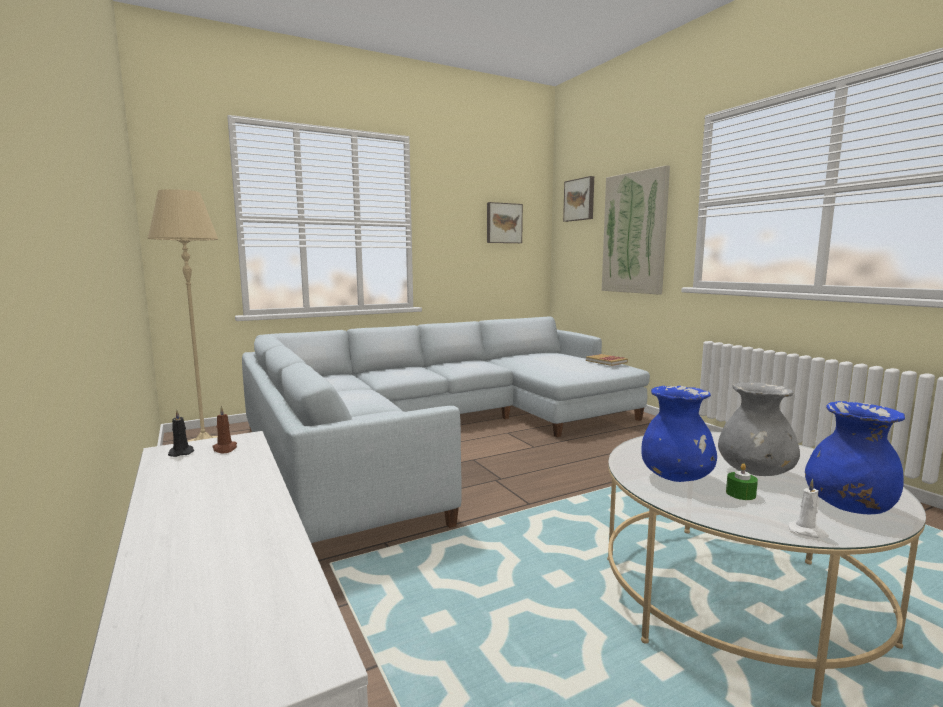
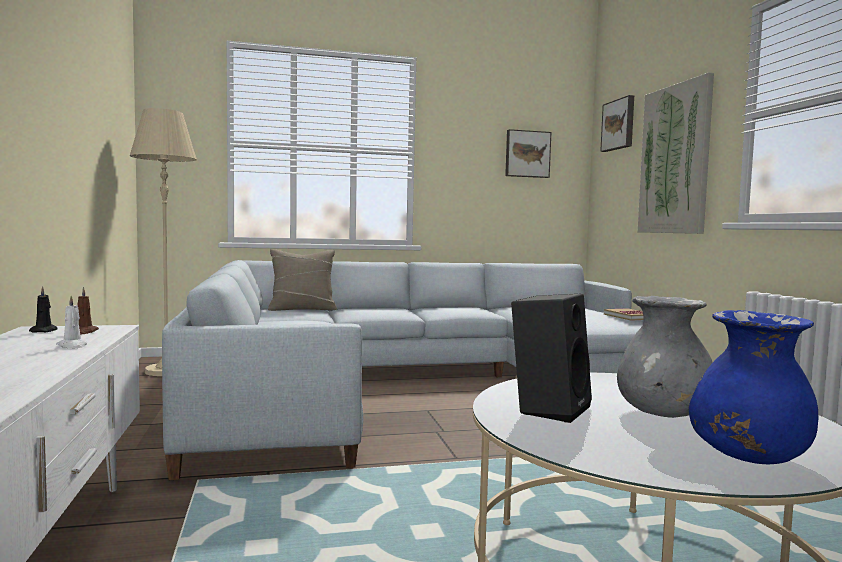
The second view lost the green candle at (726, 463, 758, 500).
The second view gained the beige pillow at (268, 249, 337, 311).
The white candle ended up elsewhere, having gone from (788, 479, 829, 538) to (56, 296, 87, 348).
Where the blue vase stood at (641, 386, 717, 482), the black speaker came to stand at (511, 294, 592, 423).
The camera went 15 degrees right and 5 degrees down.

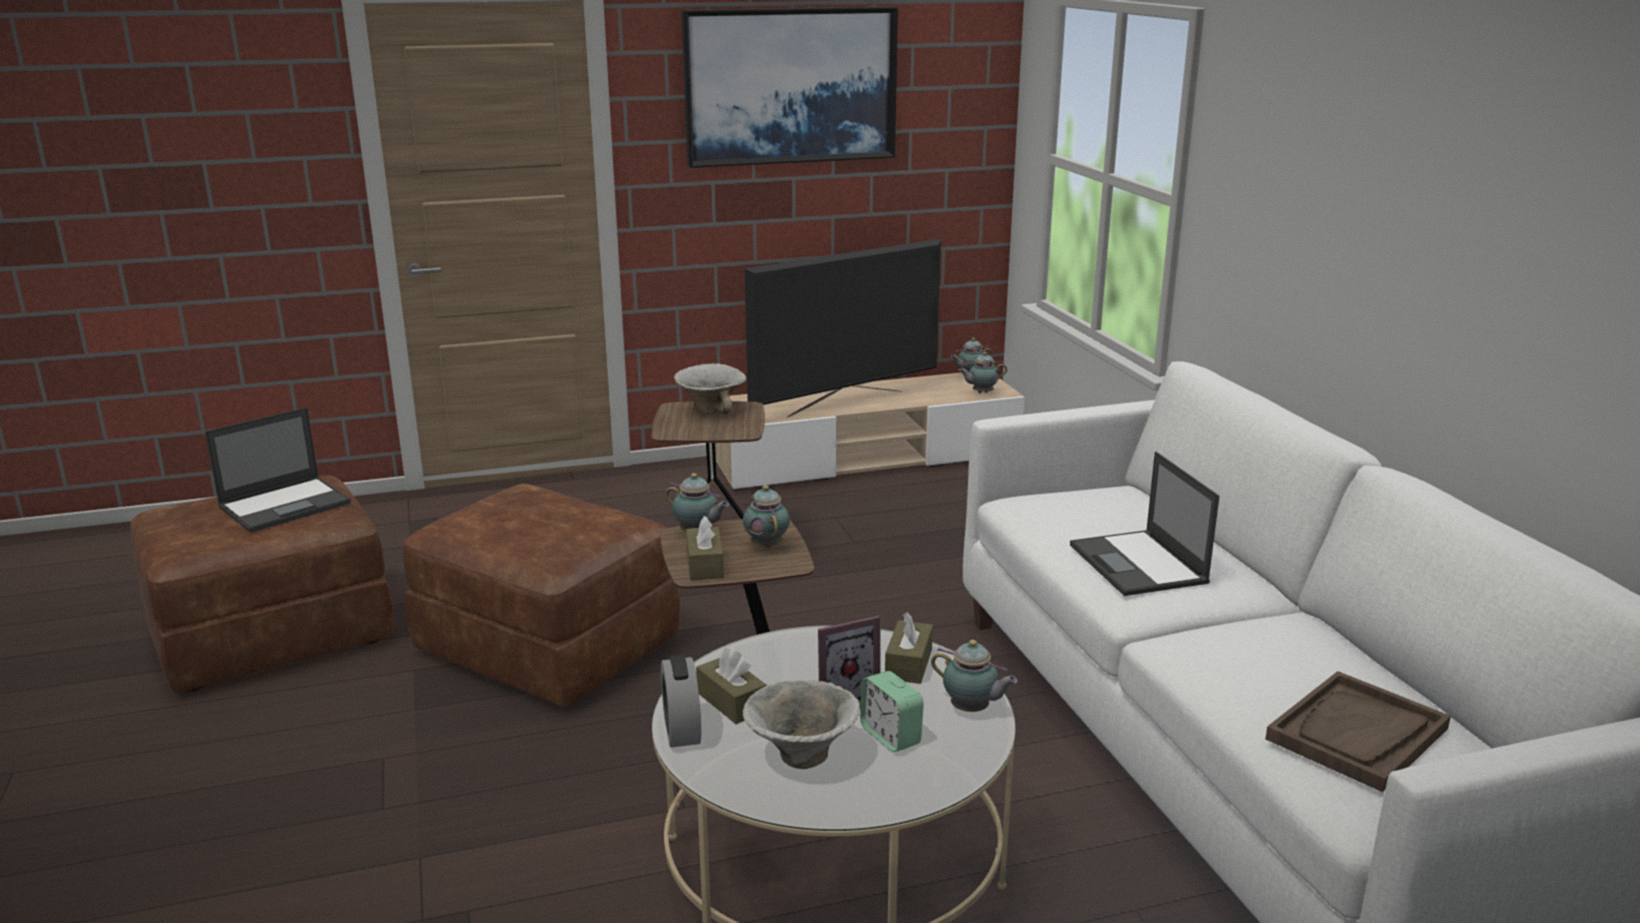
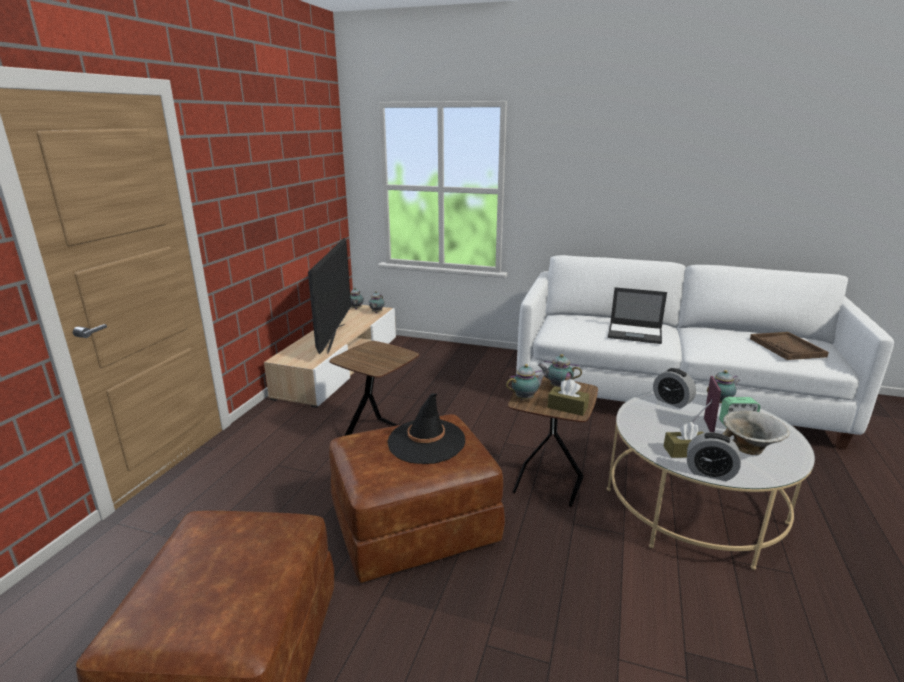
The second view lost the laptop at (205, 407, 351, 533).
The second view lost the bowl at (674, 363, 746, 415).
The second view lost the picture at (681, 6, 898, 168).
The second view gained the black hat at (388, 393, 465, 464).
Where the brown tissue box stood at (885, 612, 933, 684), the alarm clock came to stand at (653, 368, 696, 408).
The camera went 55 degrees left and 0 degrees up.

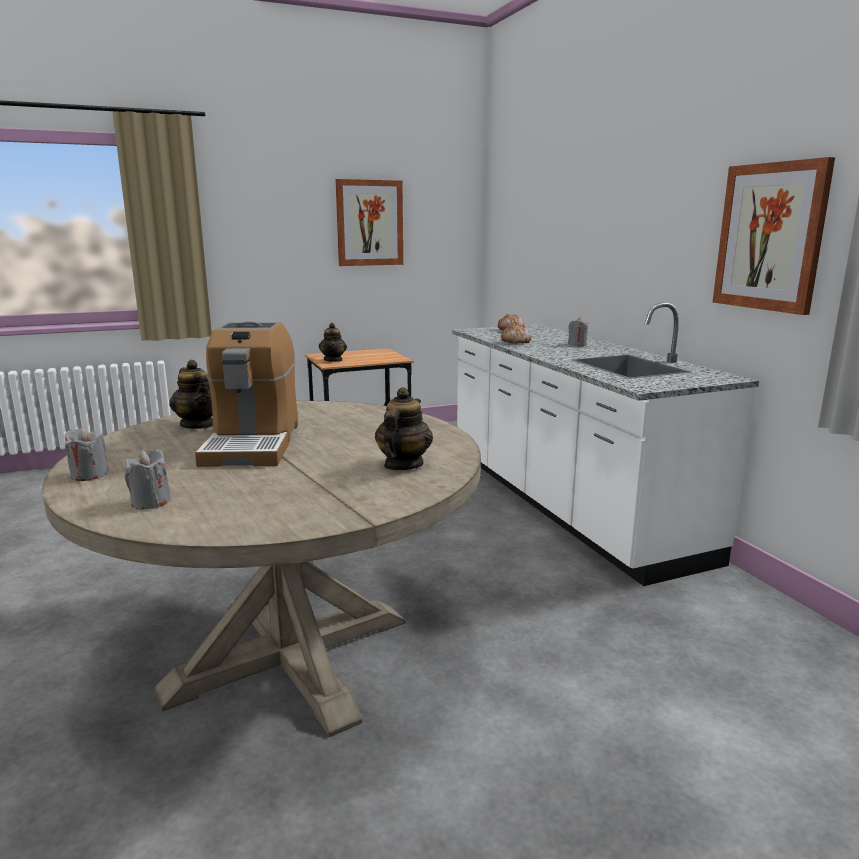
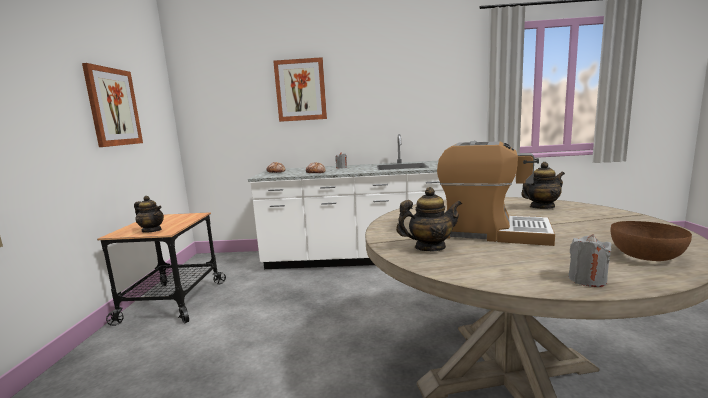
The picture ended up elsewhere, having gone from (713, 157, 835, 315) to (273, 57, 327, 122).
Where the grey candle stood at (124, 449, 171, 509), the brown bowl came to stand at (611, 221, 692, 261).
The teapot at (375, 387, 433, 470) ended up facing another way, 120 degrees clockwise from before.
The camera went 65 degrees left and 5 degrees down.

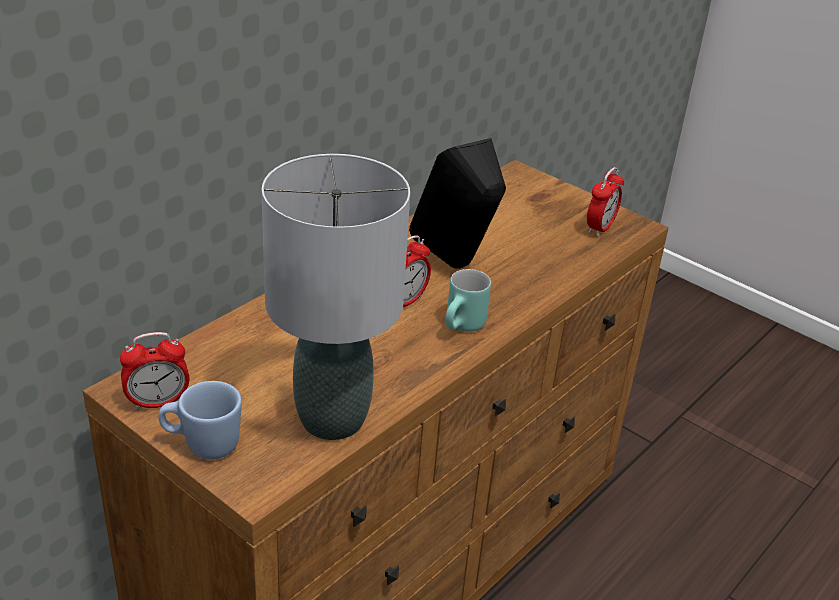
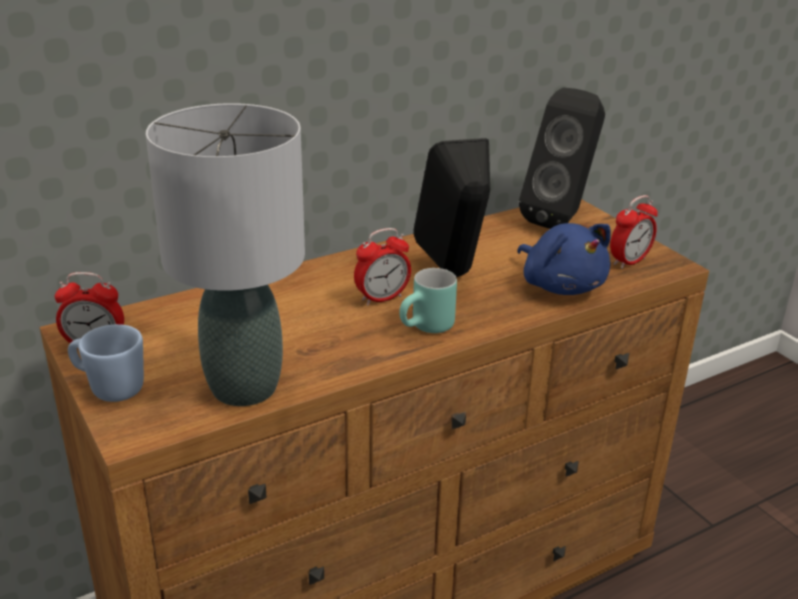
The second view gained the blue plush toy at (517, 223, 611, 295).
The second view gained the black speaker at (519, 88, 605, 229).
The camera went 20 degrees right and 5 degrees down.

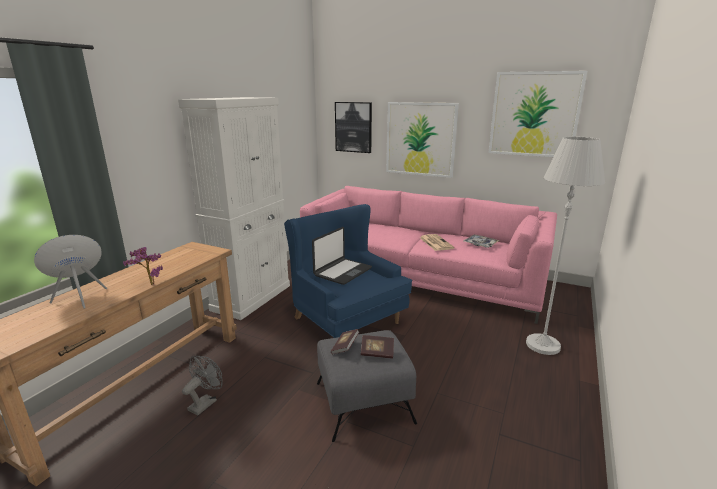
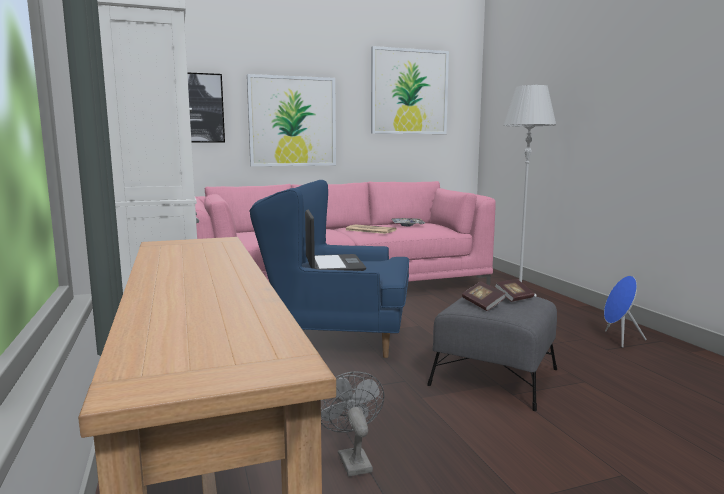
The second view lost the potted plant at (123, 247, 163, 285).
The blue speaker ended up elsewhere, having gone from (34, 235, 107, 309) to (604, 276, 647, 348).
The camera went 45 degrees left and 10 degrees down.

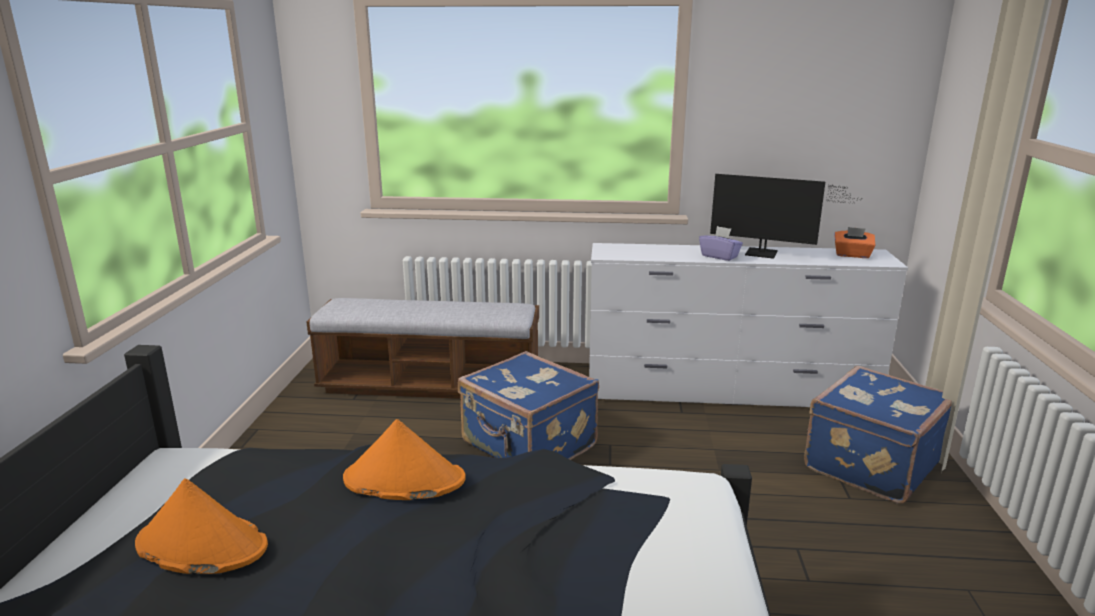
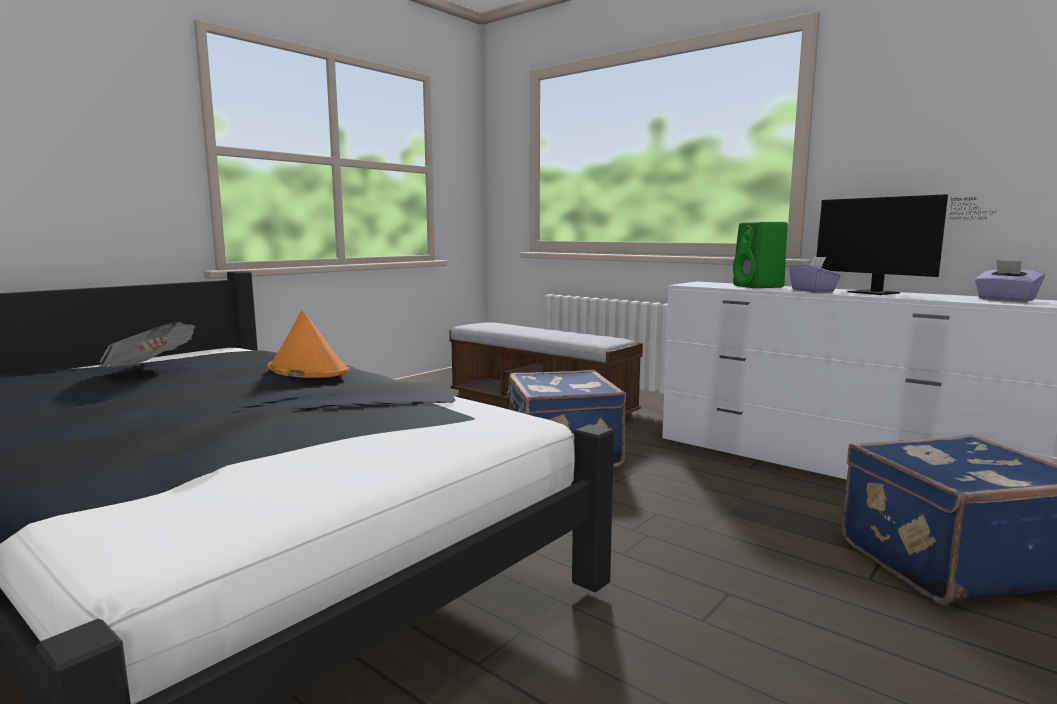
The second view gained the green speaker at (733, 222, 788, 288).
Where the orange hat stood at (135, 478, 268, 574), the newspaper came to stand at (99, 322, 195, 367).
What was the orange tissue box at (834, 227, 876, 258) turned into the purple tissue box at (975, 260, 1045, 302).
The camera went 35 degrees right and 10 degrees down.

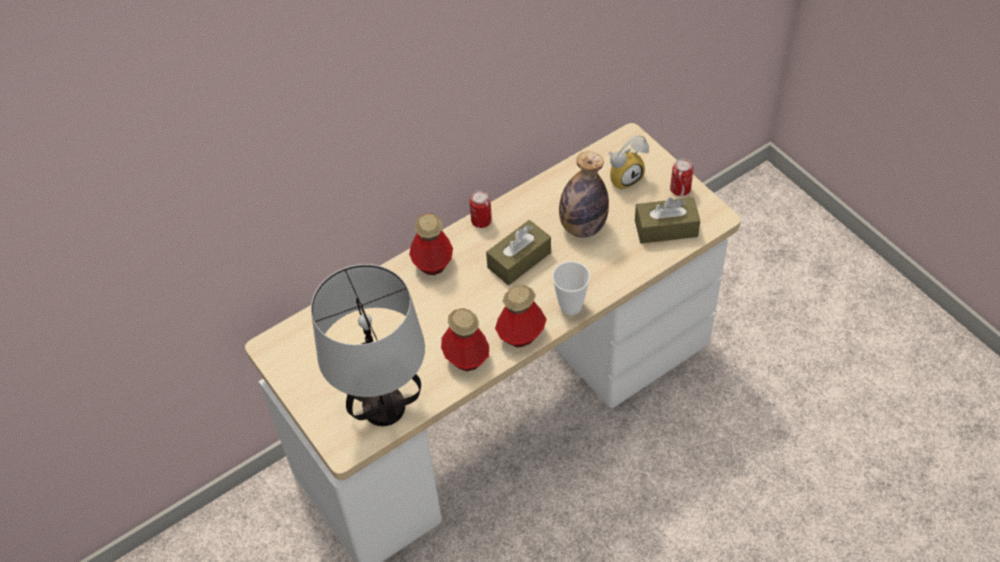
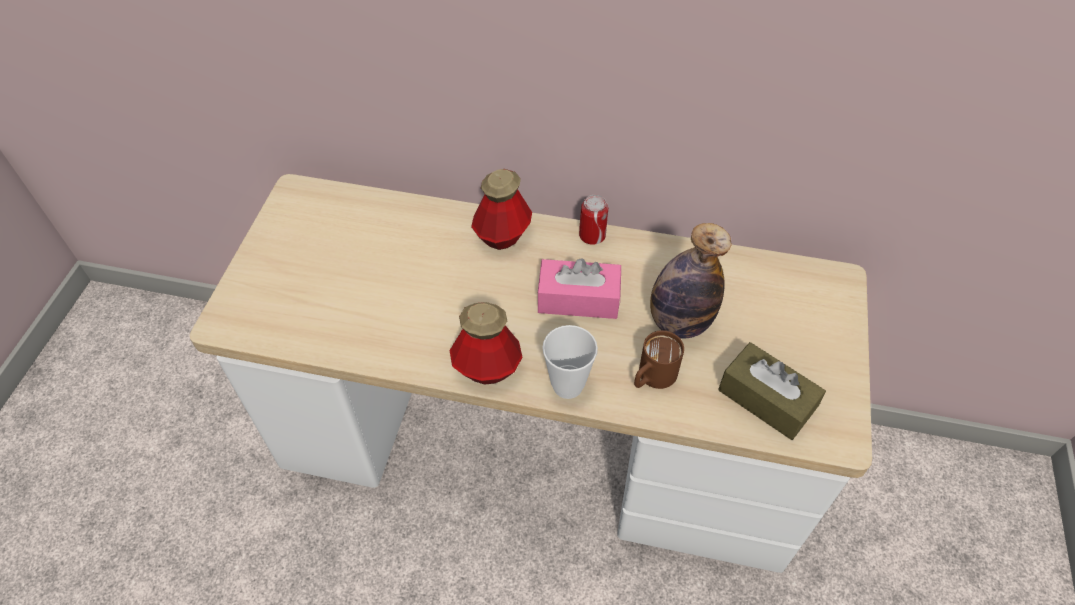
The second view lost the table lamp at (311, 264, 425, 426).
The second view lost the bottle at (441, 308, 489, 371).
The second view lost the alarm clock at (608, 135, 649, 191).
The second view lost the can at (670, 159, 693, 196).
The second view gained the brown mug at (634, 330, 684, 389).
What was the brown tissue box at (486, 220, 551, 285) turned into the pink tissue box at (538, 258, 621, 319).
The camera went 45 degrees right and 0 degrees up.

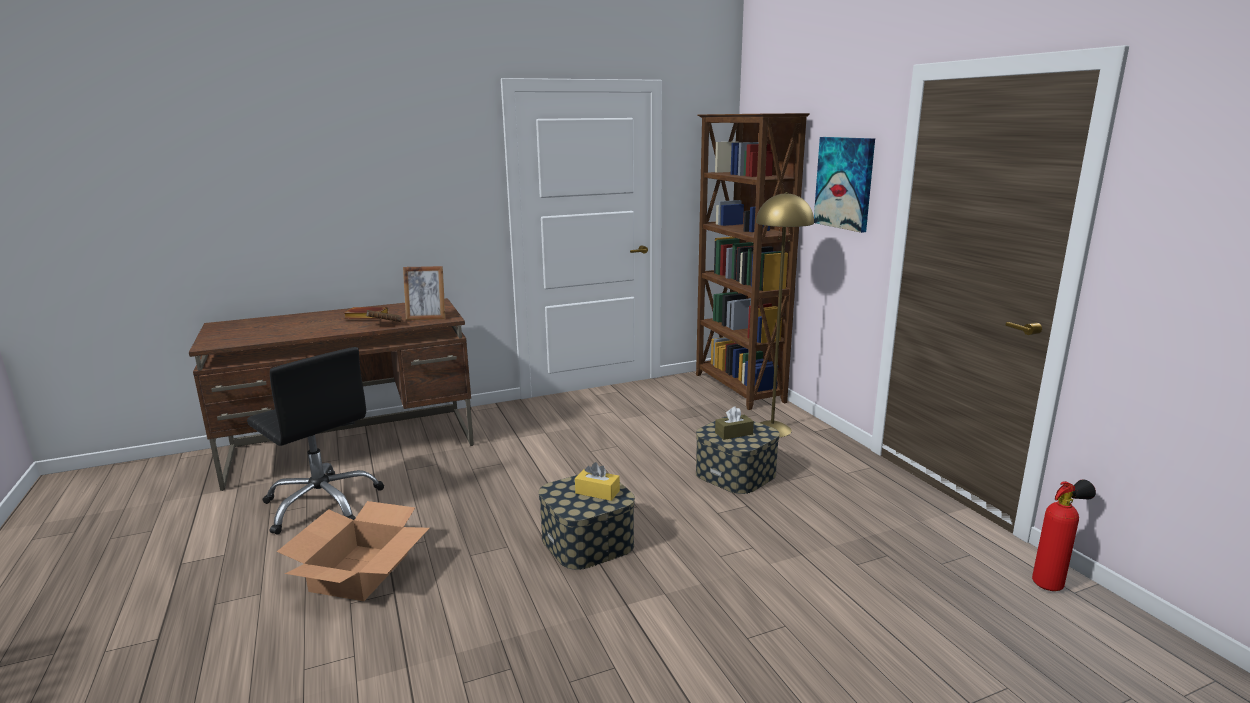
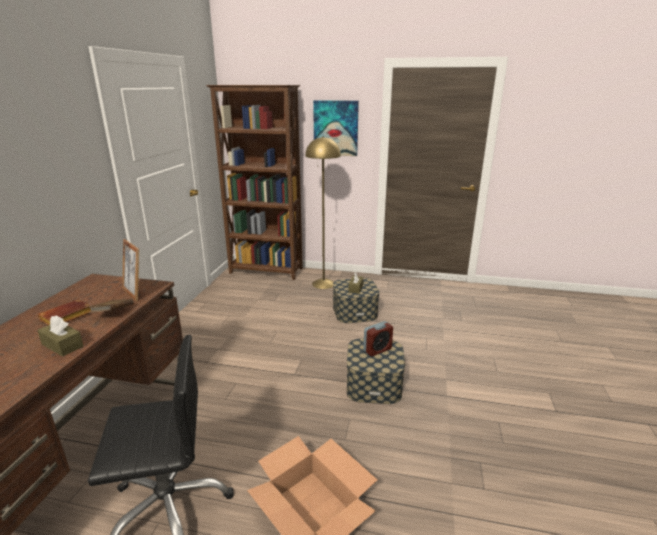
The second view lost the fire extinguisher at (1032, 479, 1096, 591).
The second view gained the brown tissue box at (37, 315, 84, 357).
Where the yellow tissue box stood at (575, 462, 620, 501), the alarm clock came to stand at (363, 321, 393, 356).
The picture frame at (403, 266, 445, 320) ended up facing another way, 105 degrees clockwise from before.
The camera went 55 degrees left and 5 degrees up.

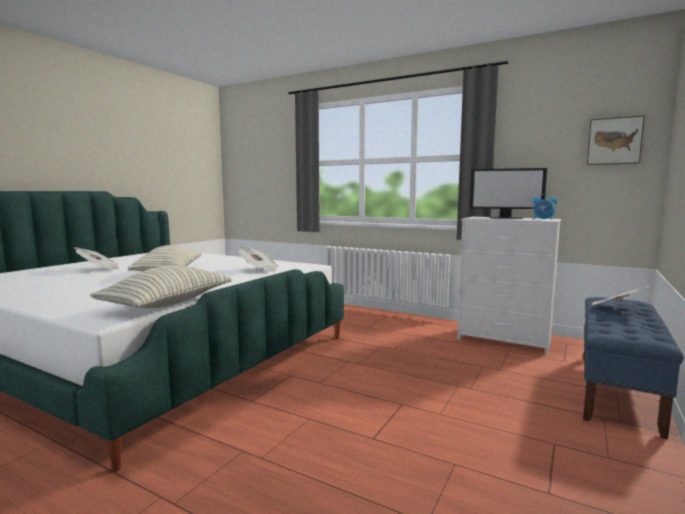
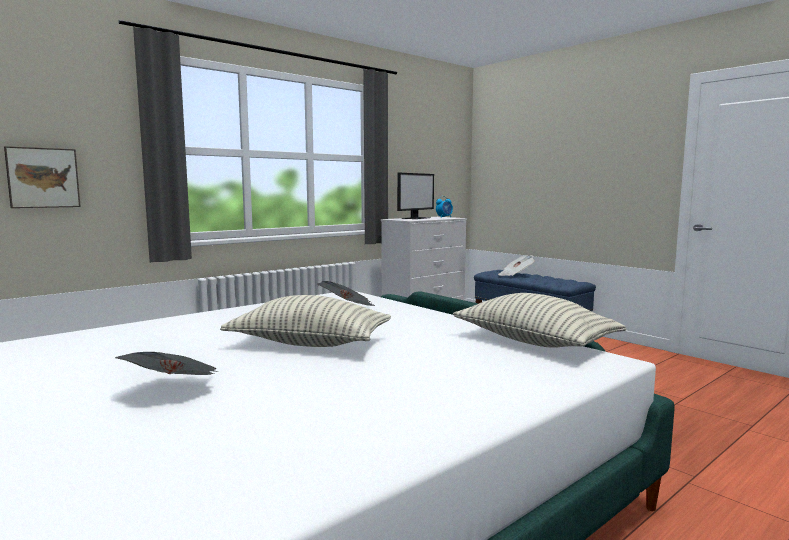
The picture ended up elsewhere, having gone from (587, 115, 645, 165) to (4, 146, 81, 208).
The camera went 70 degrees left and 0 degrees up.

